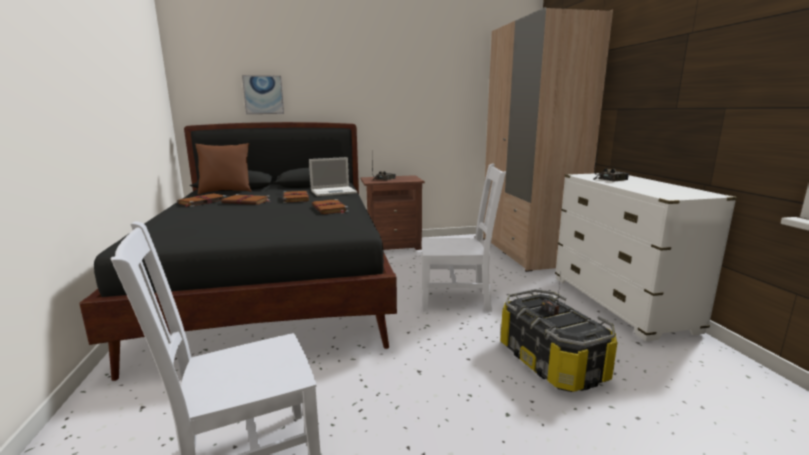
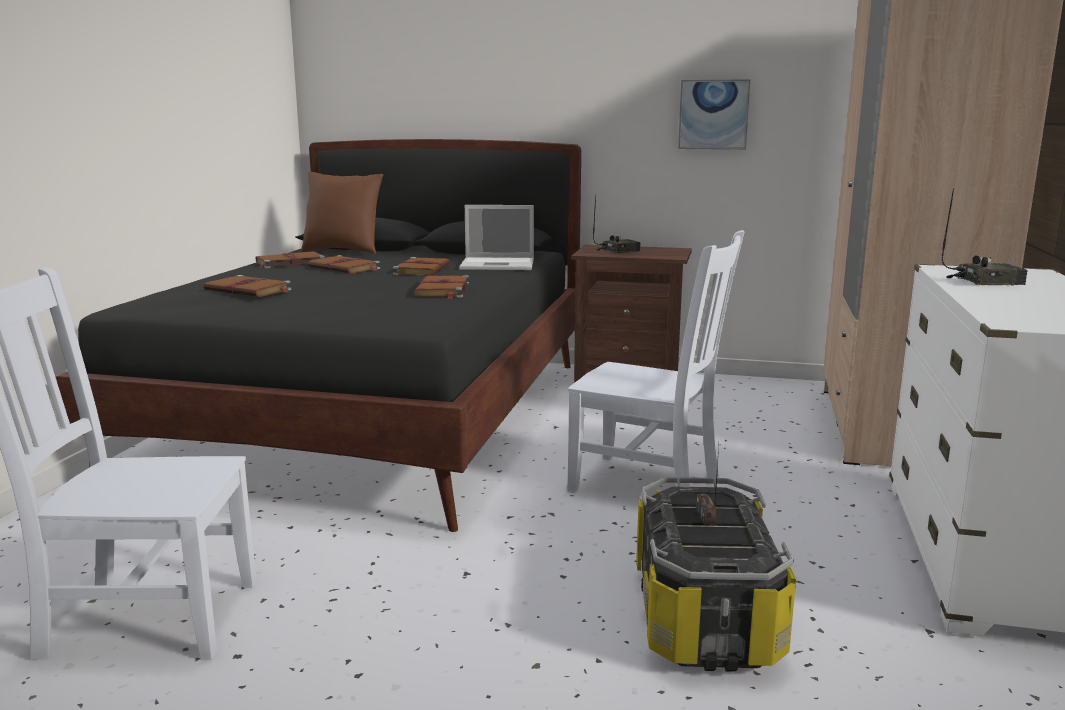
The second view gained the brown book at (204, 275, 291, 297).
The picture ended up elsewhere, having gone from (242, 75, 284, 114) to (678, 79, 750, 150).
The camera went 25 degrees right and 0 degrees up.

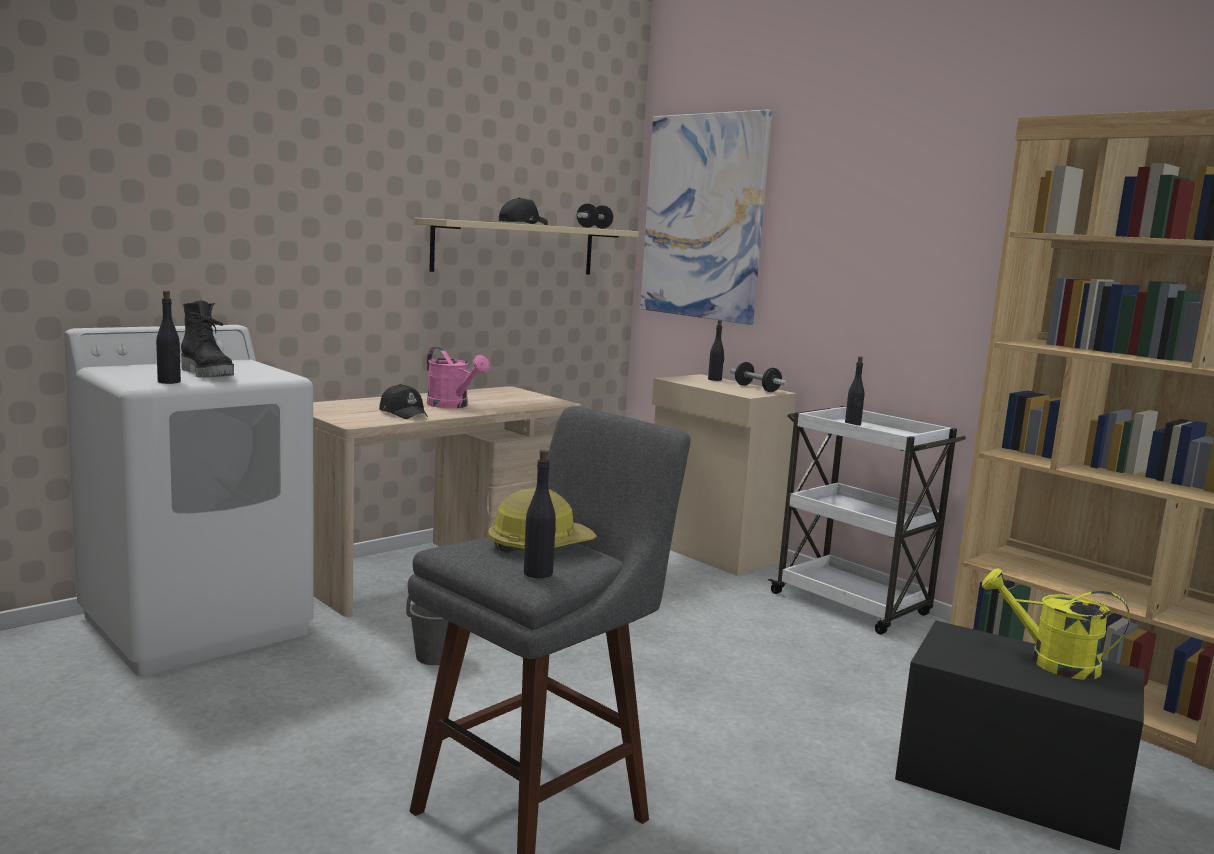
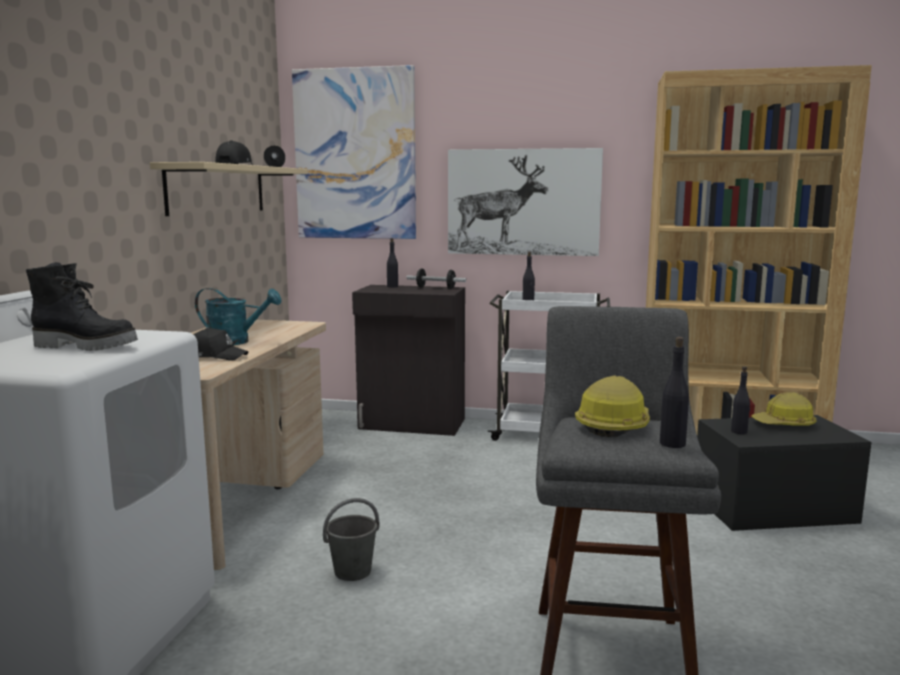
The second view gained the picture at (448, 148, 603, 256).
The black bottle ended up elsewhere, having gone from (156, 291, 181, 384) to (731, 366, 750, 434).
Where the yellow watering can stood at (982, 568, 1130, 680), the hard hat came to stand at (752, 392, 816, 426).
What was the pink watering can at (427, 347, 490, 408) turned into the turquoise watering can at (195, 288, 282, 345).
What was the beige cabinet at (652, 374, 797, 576) turned into the black cabinet at (352, 285, 465, 436).
The camera went 35 degrees left and 0 degrees up.

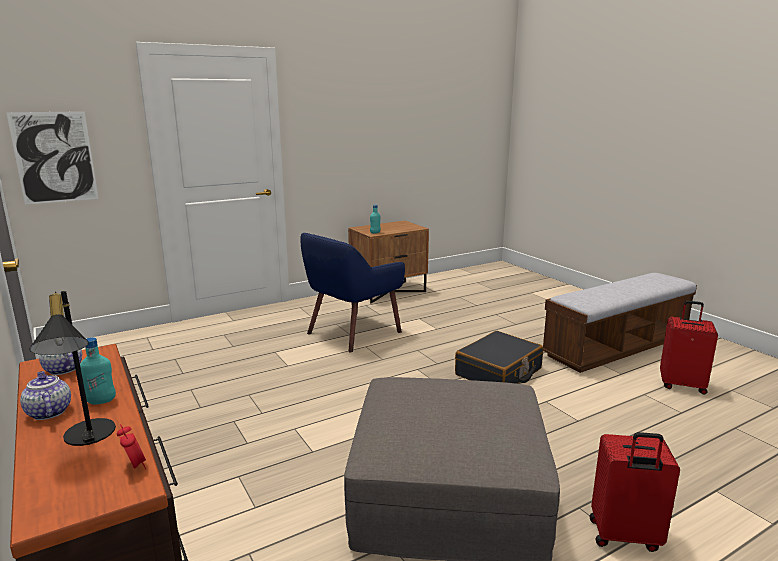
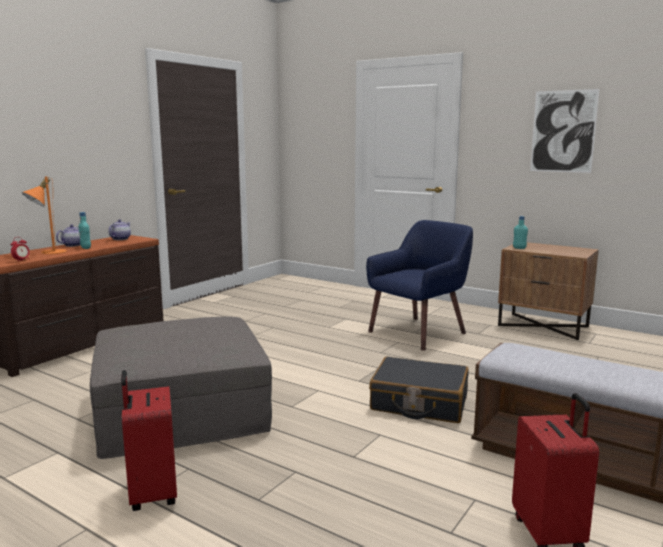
The picture ended up elsewhere, having gone from (6, 111, 99, 205) to (530, 89, 600, 173).
What was the black table lamp at (29, 291, 116, 446) turned into the orange table lamp at (22, 176, 67, 254).
The blue armchair at (300, 233, 405, 352) ended up facing another way, 120 degrees clockwise from before.
The camera went 65 degrees right and 5 degrees down.

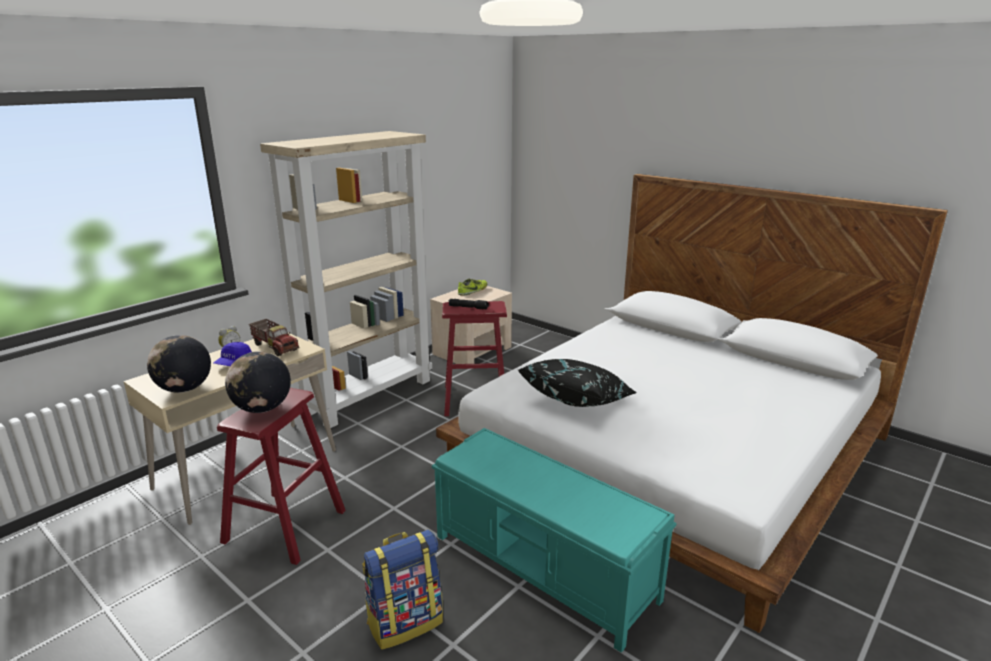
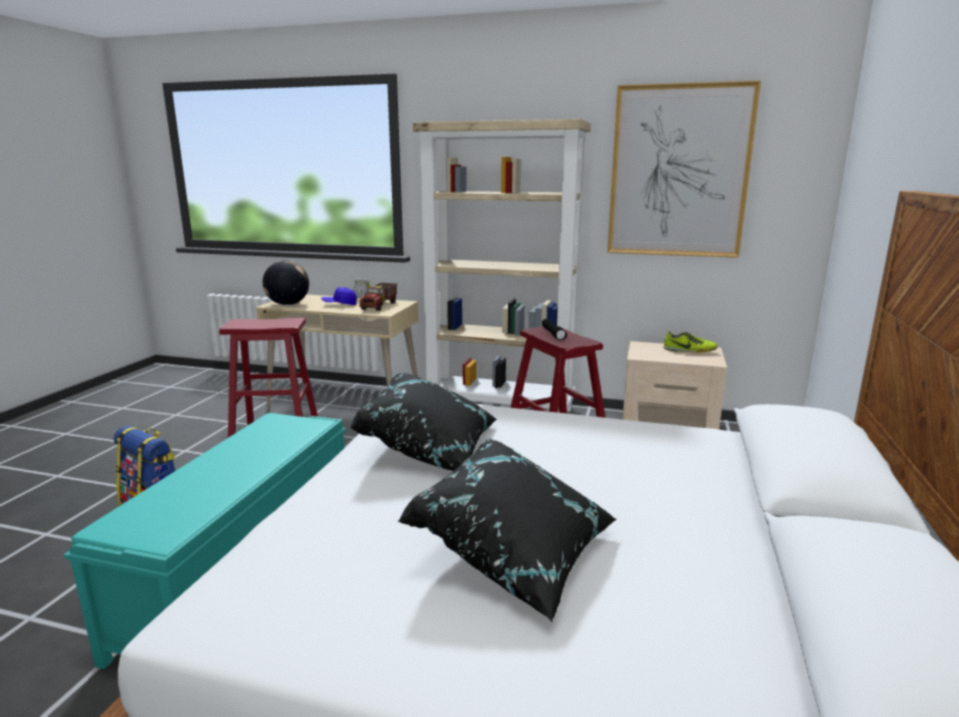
The second view lost the globe at (225, 351, 291, 413).
The second view gained the black pillow at (397, 439, 616, 622).
The second view gained the picture at (607, 80, 761, 258).
The camera went 65 degrees right and 5 degrees down.

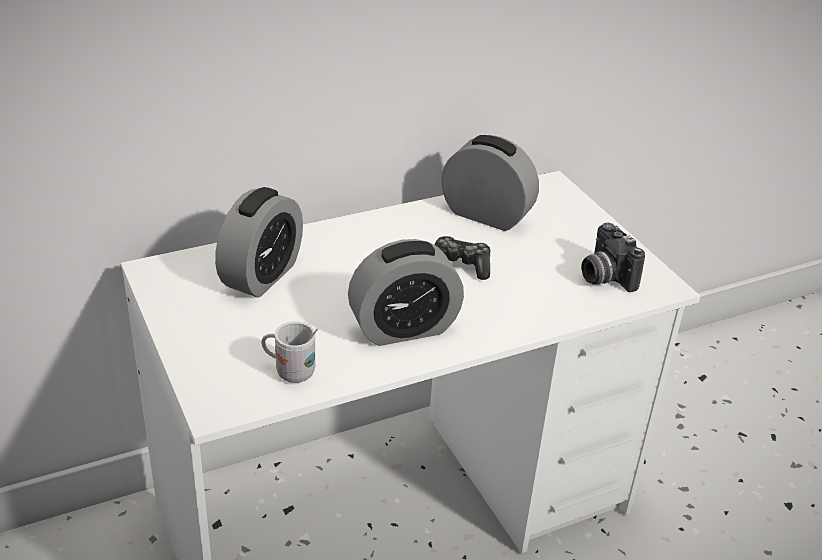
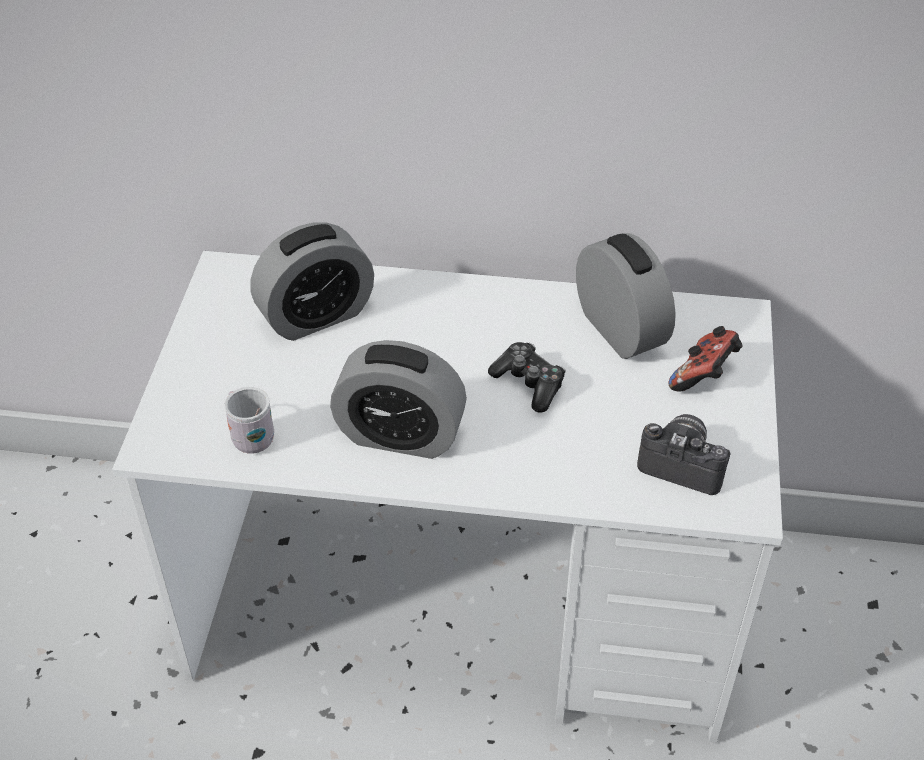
The second view gained the game controller at (668, 326, 743, 392).
The photo camera at (581, 223, 645, 292) ended up facing another way, 105 degrees clockwise from before.
The camera went 35 degrees right and 10 degrees up.

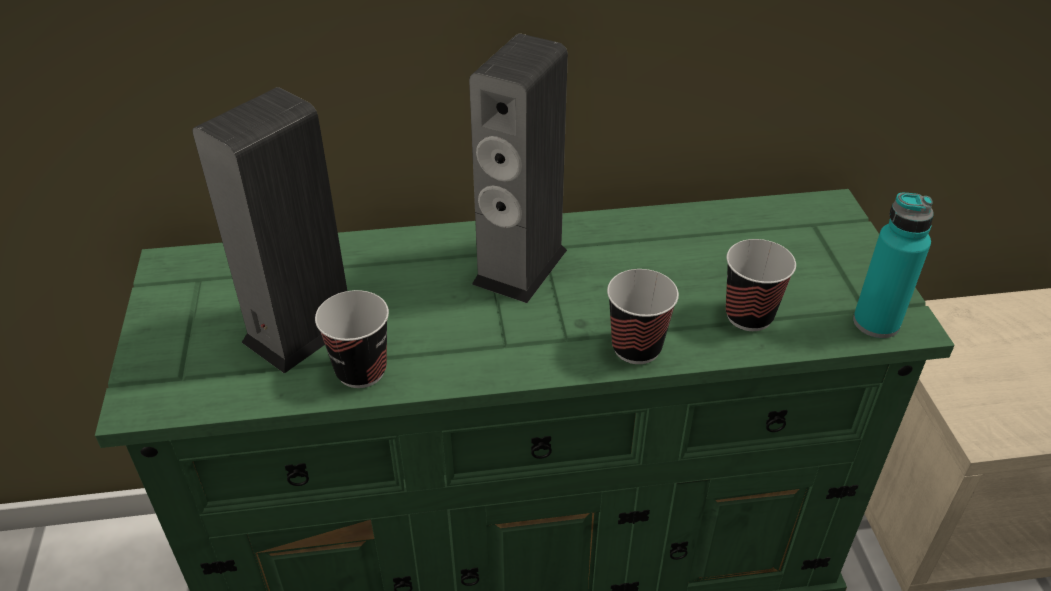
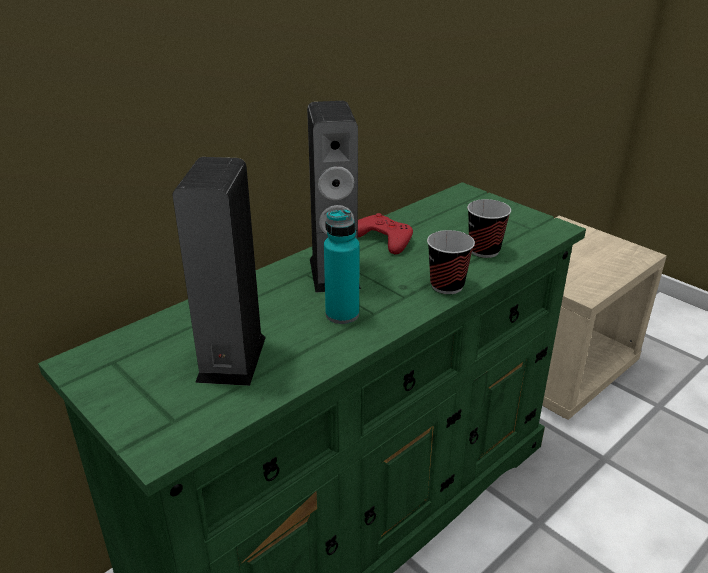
The second view lost the cup at (315, 290, 389, 388).
The second view gained the red game controller at (358, 213, 413, 254).
The turquoise bottle ended up elsewhere, having gone from (853, 192, 934, 338) to (324, 209, 360, 324).
The camera went 35 degrees left and 10 degrees down.

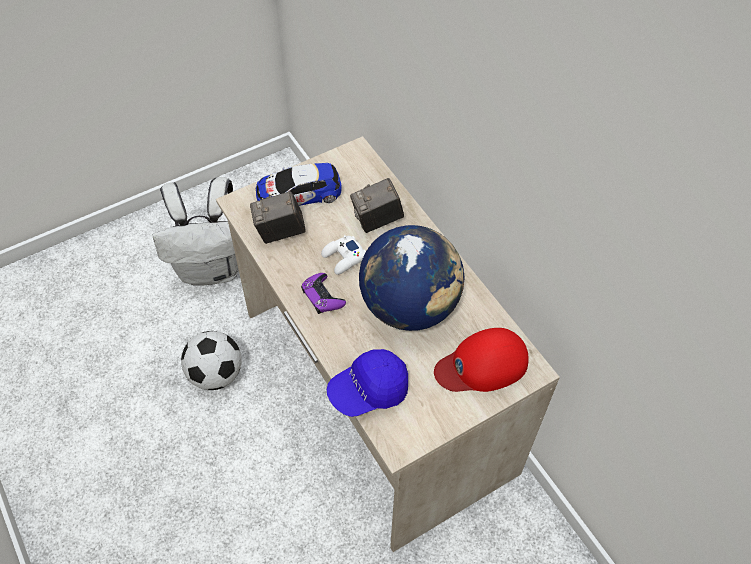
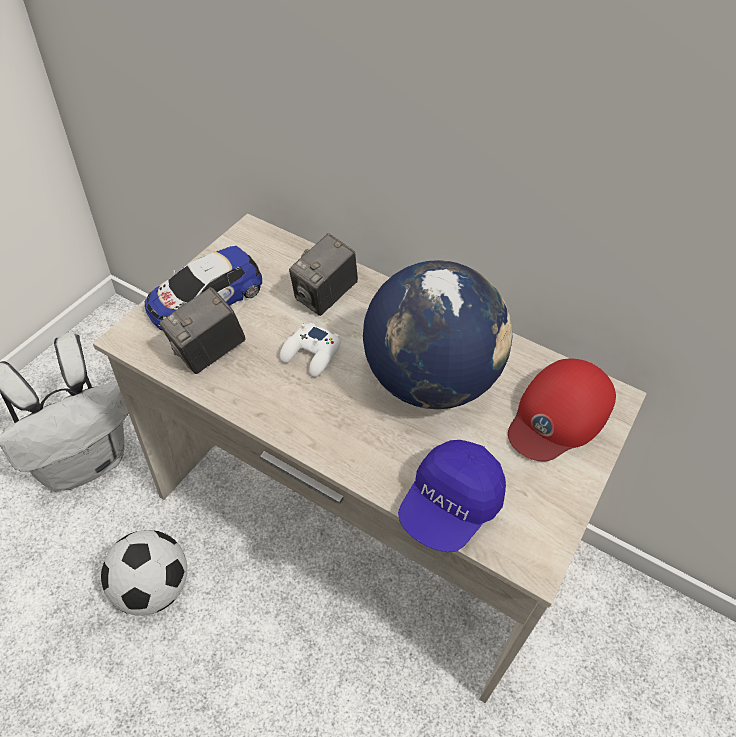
The second view lost the purple game controller at (301, 273, 346, 314).
The camera went 30 degrees left and 5 degrees down.

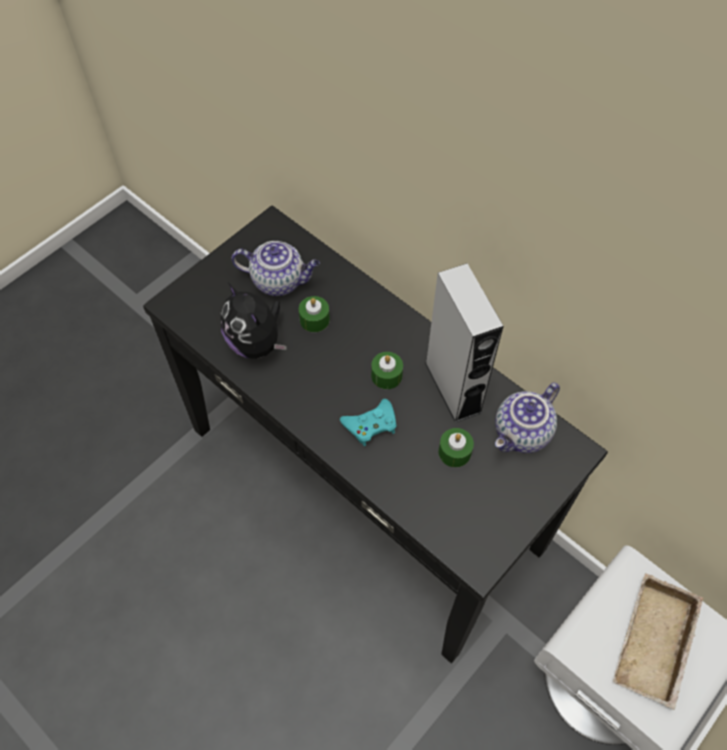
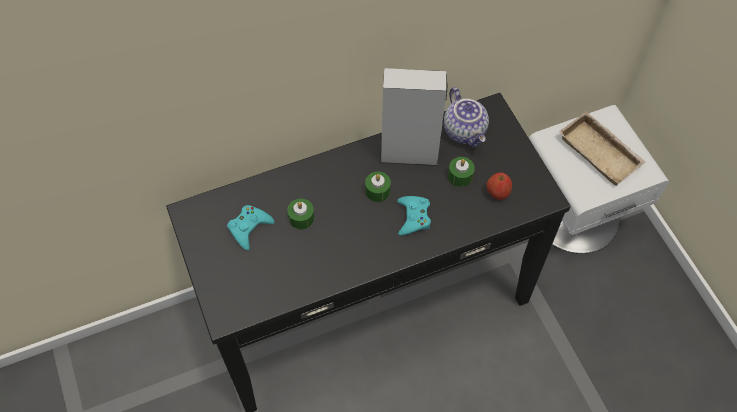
The second view lost the plush toy at (221, 283, 287, 359).
The second view gained the apple at (486, 173, 512, 200).
Where the teapot stood at (232, 241, 320, 296), the turquoise game controller came to stand at (227, 205, 274, 251).
The camera went 65 degrees left and 0 degrees up.

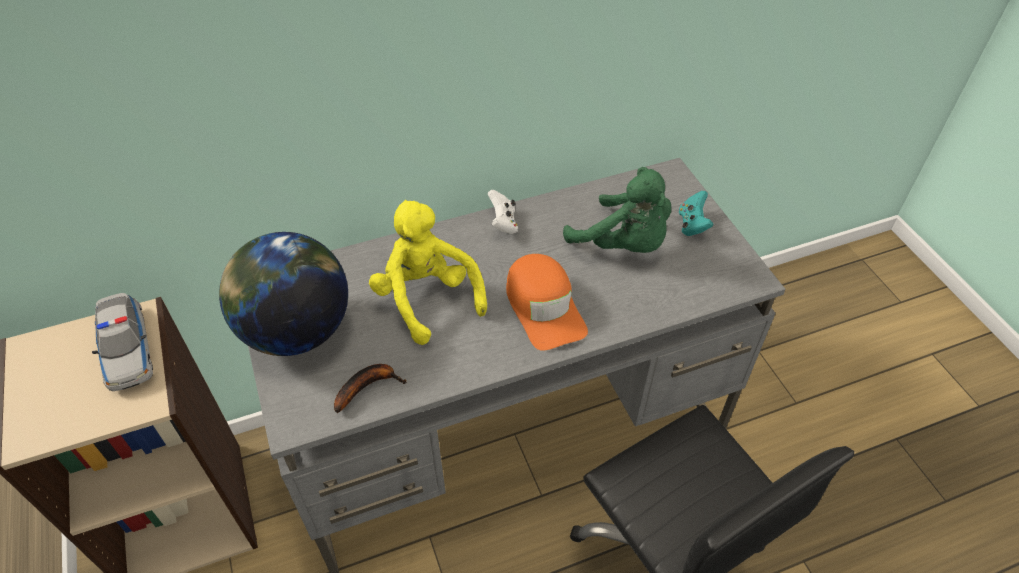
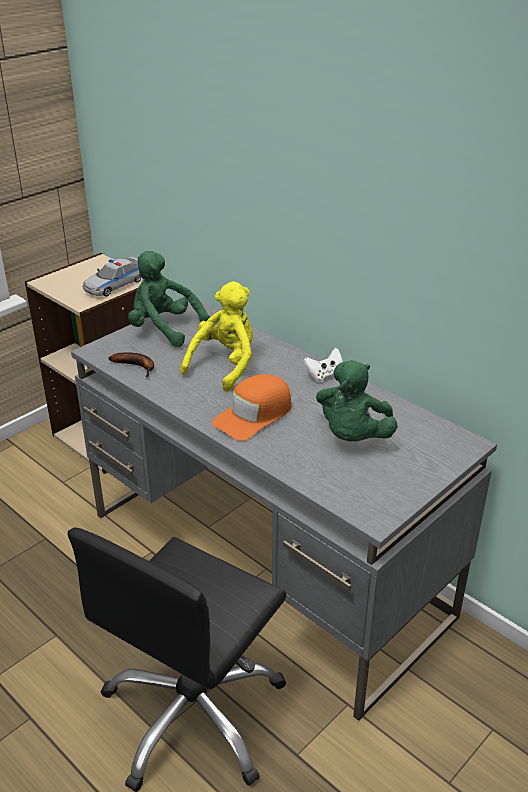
The second view lost the turquoise game controller at (679, 191, 713, 236).
Where the globe stood at (219, 232, 348, 356), the green plush toy came to stand at (128, 251, 210, 347).
The camera went 65 degrees right and 15 degrees down.

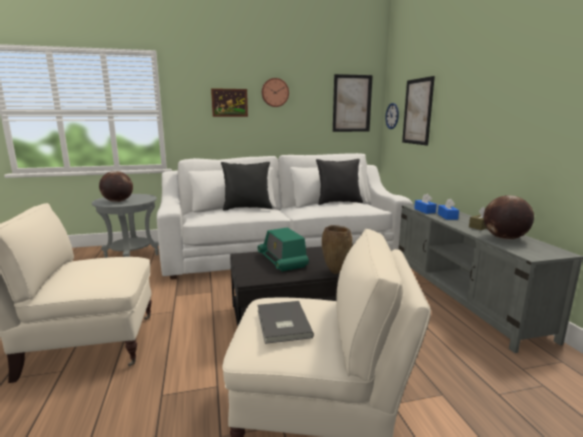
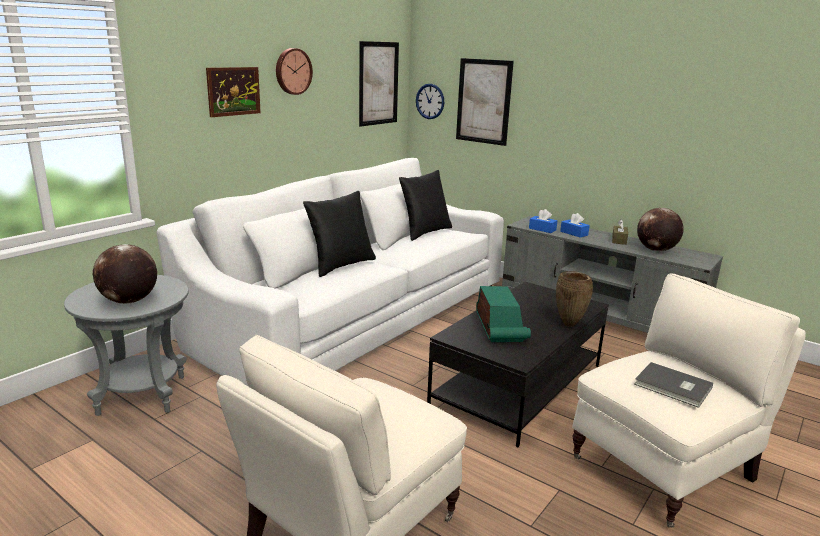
The radio at (258, 227, 309, 272) ended up facing another way, 120 degrees counterclockwise from before.
The camera went 40 degrees left and 5 degrees up.

